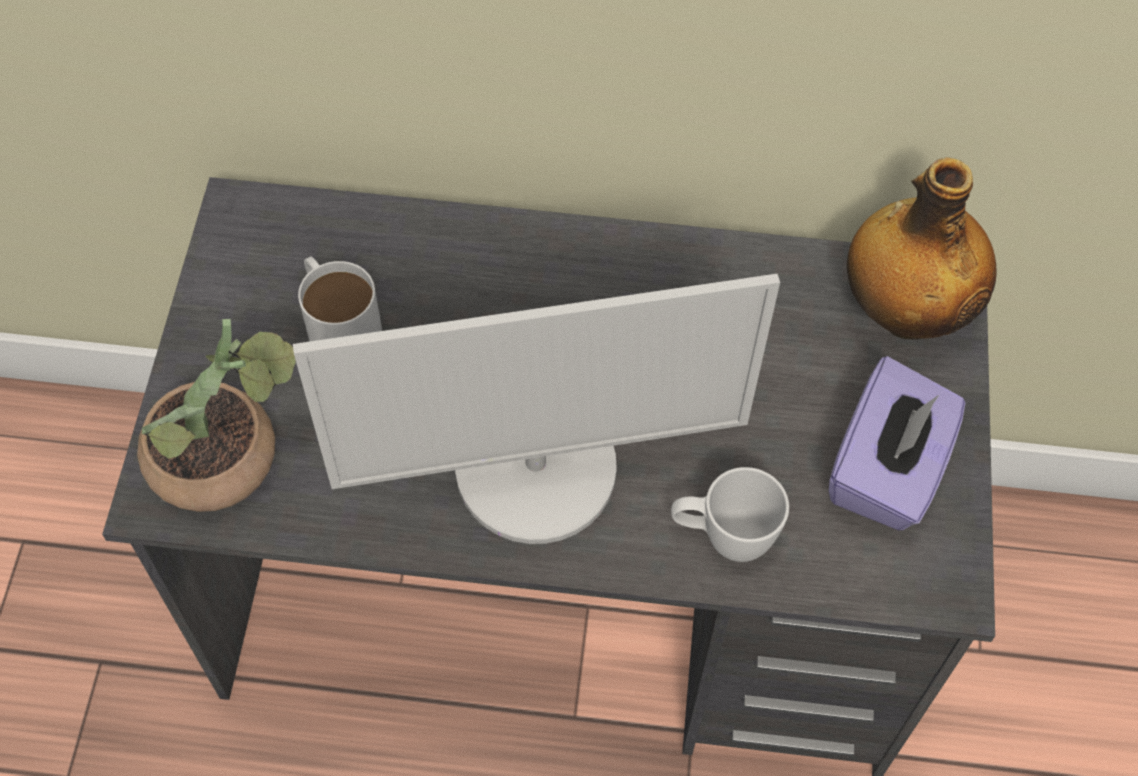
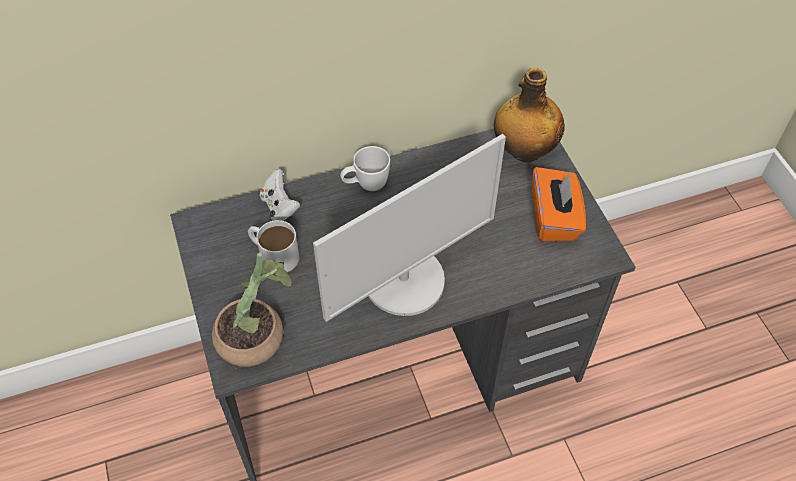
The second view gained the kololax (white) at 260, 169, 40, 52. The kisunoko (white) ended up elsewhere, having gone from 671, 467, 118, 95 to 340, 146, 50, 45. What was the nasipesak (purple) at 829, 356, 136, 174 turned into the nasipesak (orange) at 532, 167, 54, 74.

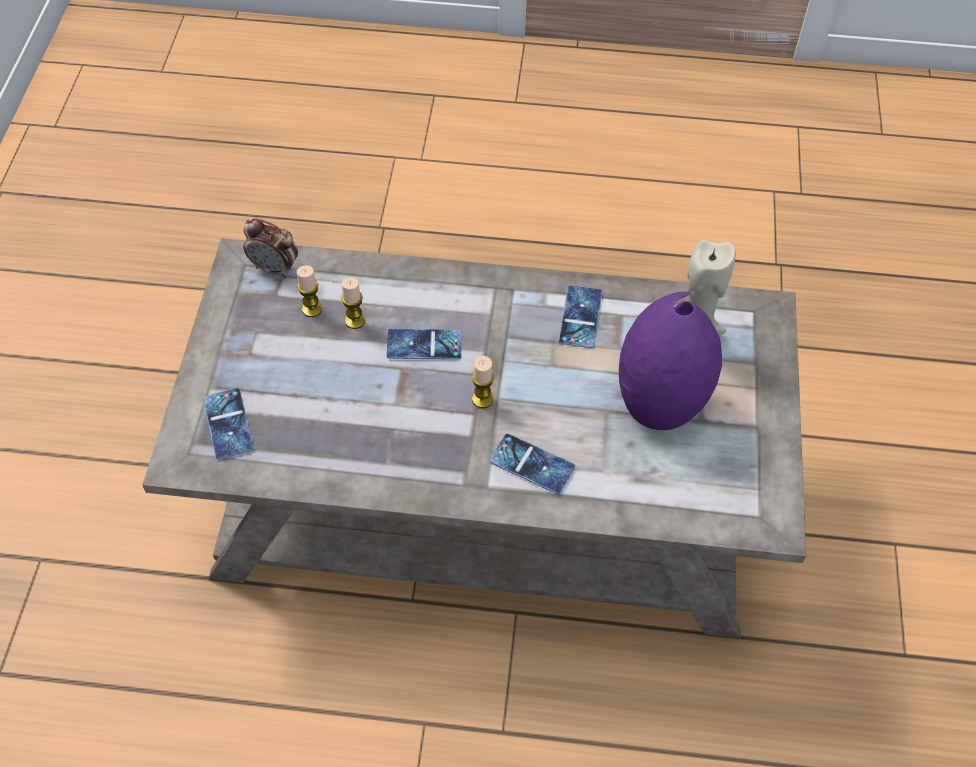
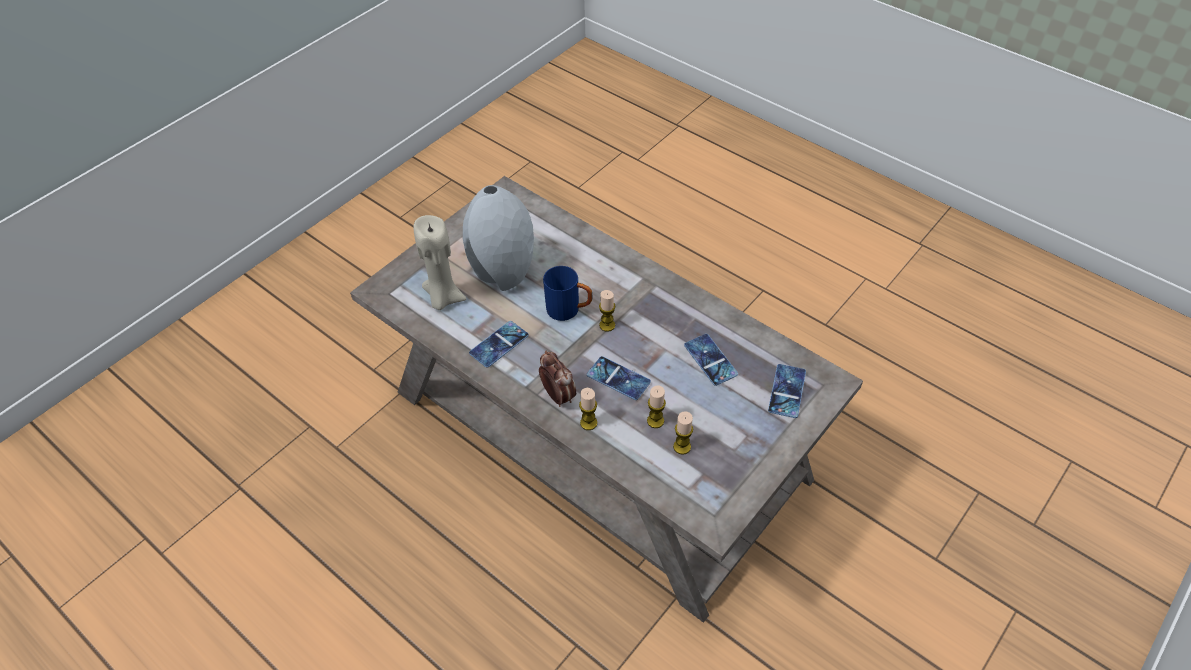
What was the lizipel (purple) at 619, 291, 103, 139 turned into the lizipel (grey) at 463, 185, 71, 106. The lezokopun ended up elsewhere, having gone from 243, 218, 55, 61 to 539, 351, 37, 56. The second view gained the kisunoko (blue) at 543, 266, 49, 55. The second view gained the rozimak at 579, 388, 18, 42. The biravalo ended up elsewhere, having gone from 489, 434, 86, 60 to 684, 334, 54, 52.

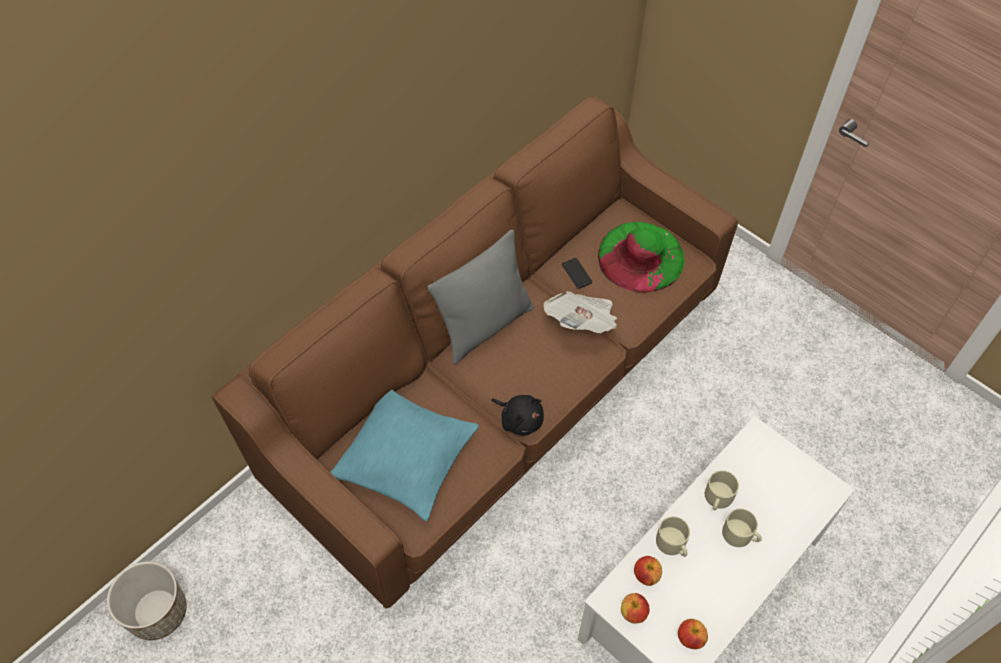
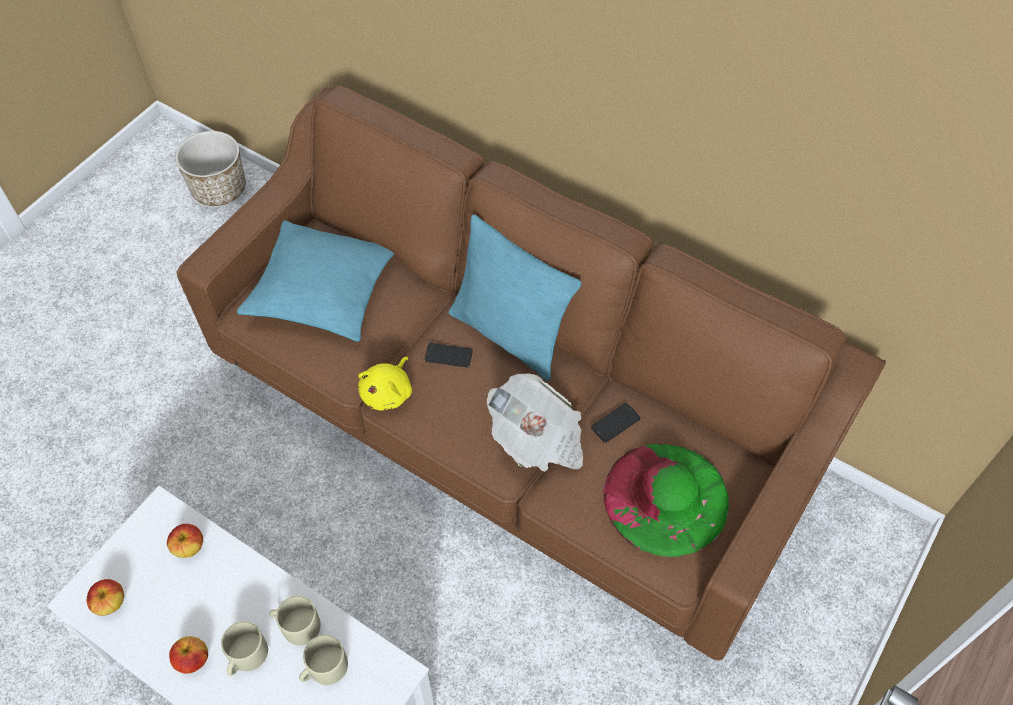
The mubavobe ended up elsewhere, having gone from 621, 593, 29, 31 to 169, 636, 39, 38. The kisunoko (beige) ended up elsewhere, having gone from 656, 516, 34, 41 to 299, 635, 49, 50. What was the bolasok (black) at 491, 395, 53, 41 turned into the bolasok (yellow) at 358, 357, 54, 54. The second view gained the biravalo at 425, 343, 48, 24. What was the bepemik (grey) at 427, 230, 107, 135 turned into the bepemik (turquoise) at 449, 214, 133, 167.

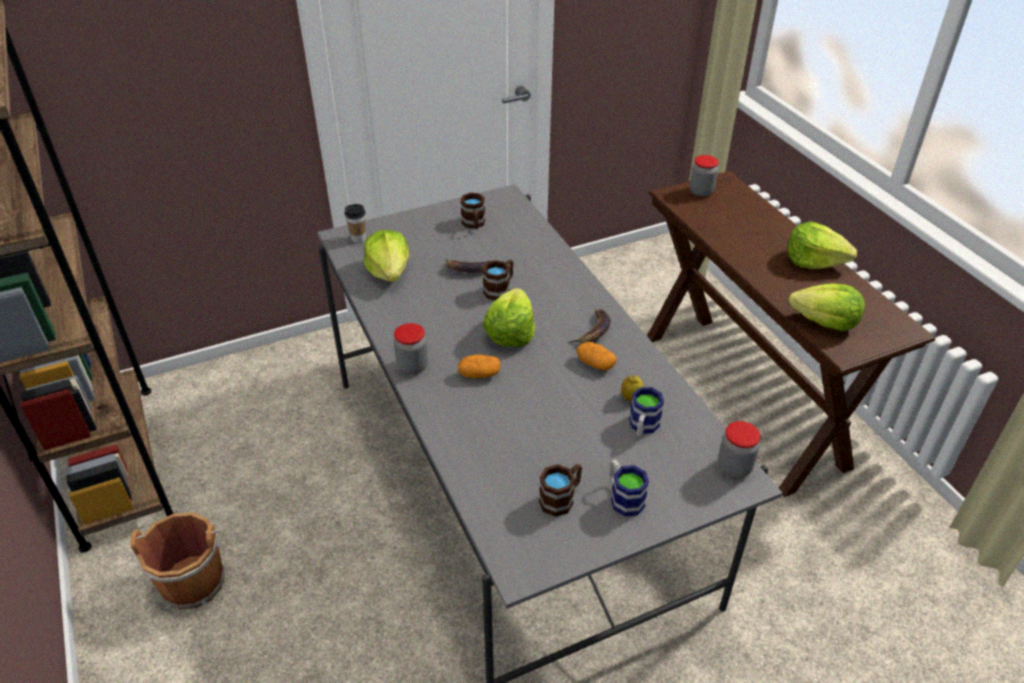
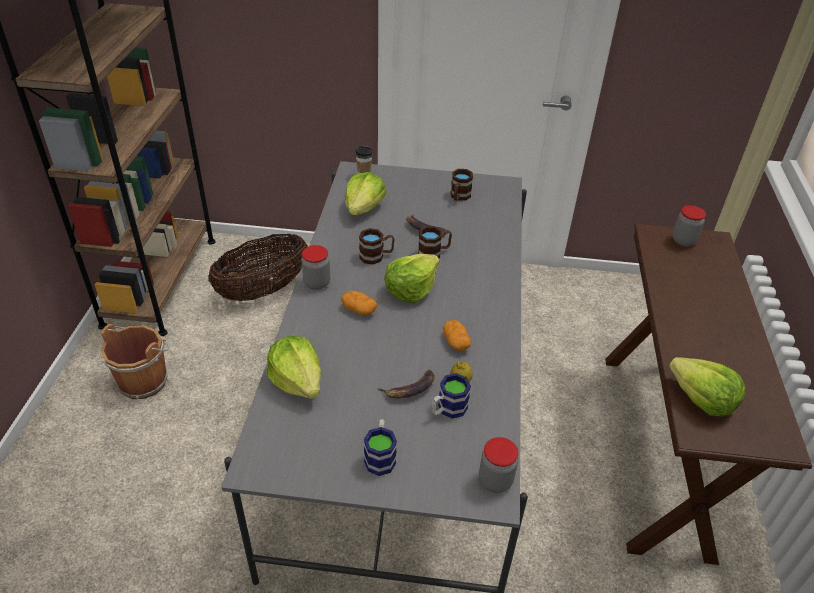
The second view gained the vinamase at 208, 233, 100, 68. The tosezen ended up elsewhere, having gone from 787, 221, 70, 48 to 267, 336, 54, 63. The kisunoko (brown) ended up elsewhere, having gone from 539, 464, 43, 53 to 359, 228, 35, 37. The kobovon ended up elsewhere, having gone from 568, 309, 43, 34 to 377, 369, 58, 29.

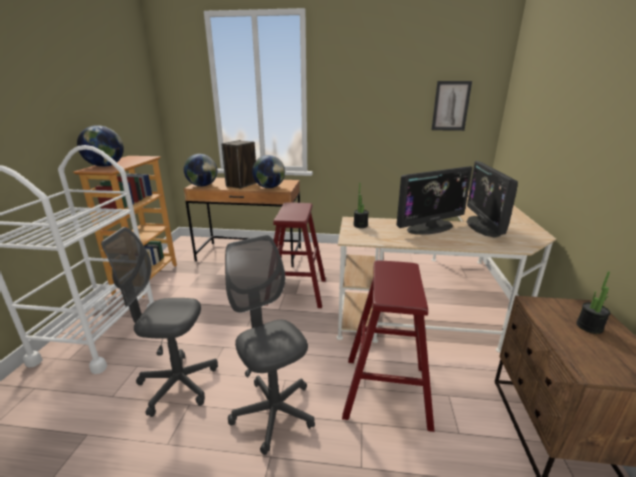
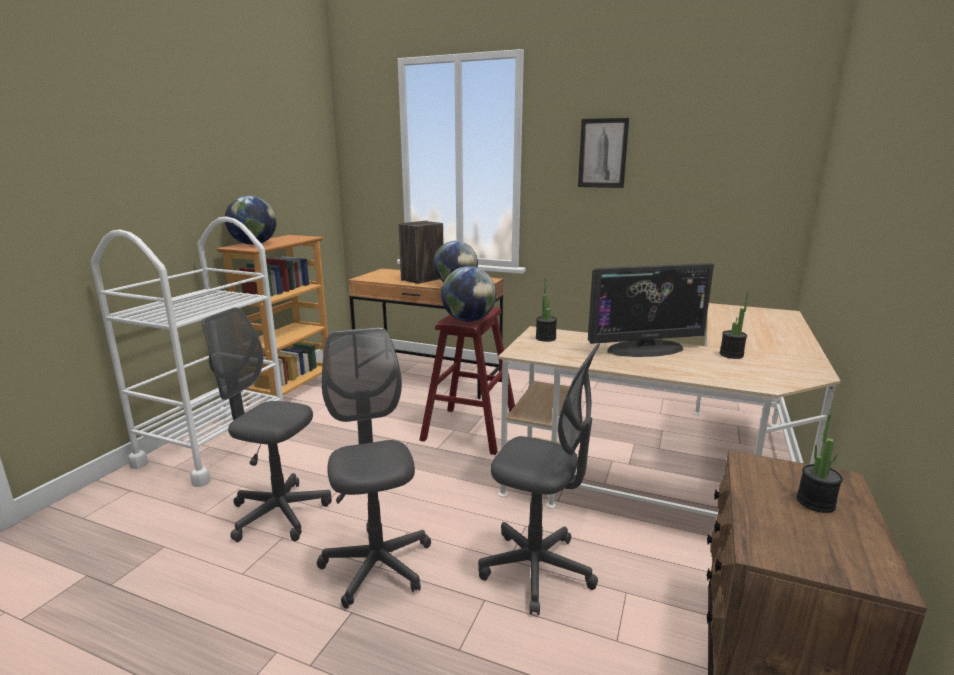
The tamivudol ended up elsewhere, having gone from 184, 154, 33, 32 to 441, 266, 55, 56. Where the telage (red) stood at 342, 261, 92, 171, the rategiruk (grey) came to stand at 478, 343, 122, 272. The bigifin ended up elsewhere, having gone from 431, 81, 41, 50 to 578, 118, 51, 70. Where the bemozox stood at 466, 161, 52, 77, the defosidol came to stand at 720, 292, 29, 67.

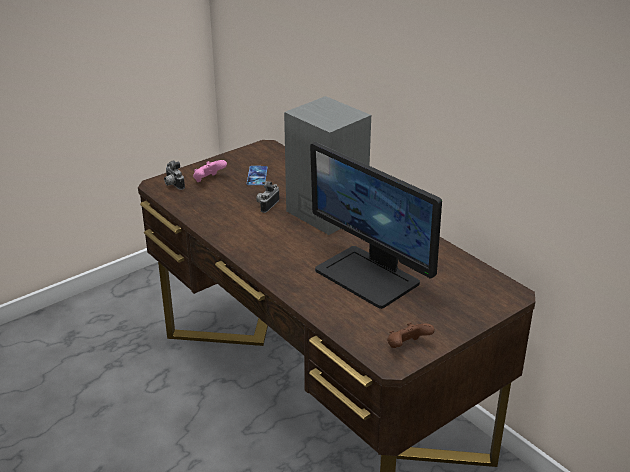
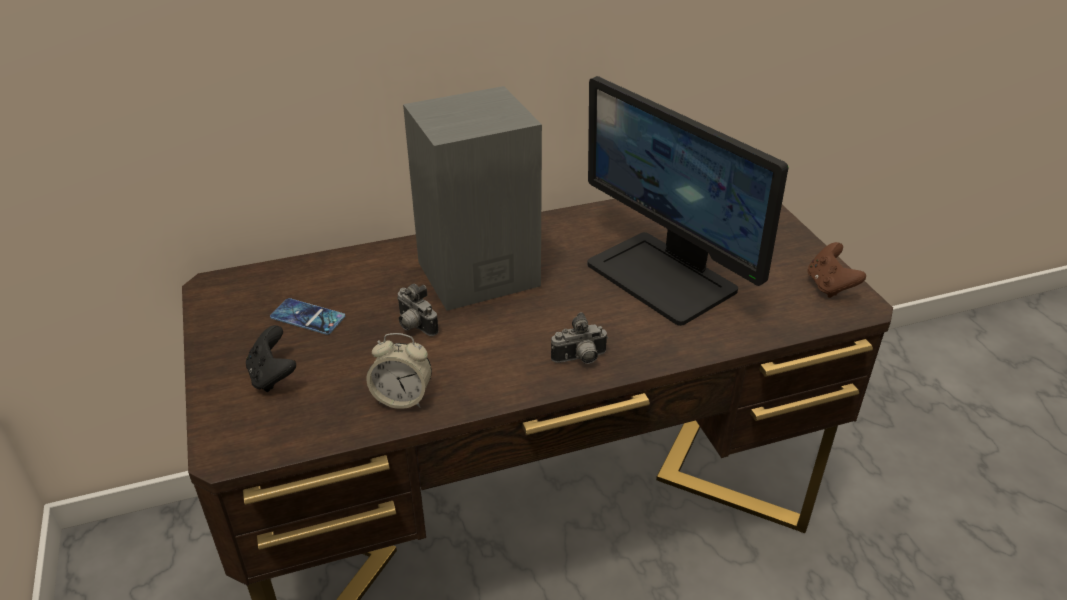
What was the kololax (pink) at 193, 160, 34, 22 turned into the kololax (black) at 246, 325, 50, 67. The second view gained the lezokopun at 366, 333, 66, 76. The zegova ended up elsewhere, having gone from 164, 160, 21, 30 to 551, 312, 57, 52. The bemozox at 310, 142, 132, 167 ended up facing another way, 75 degrees clockwise from before.

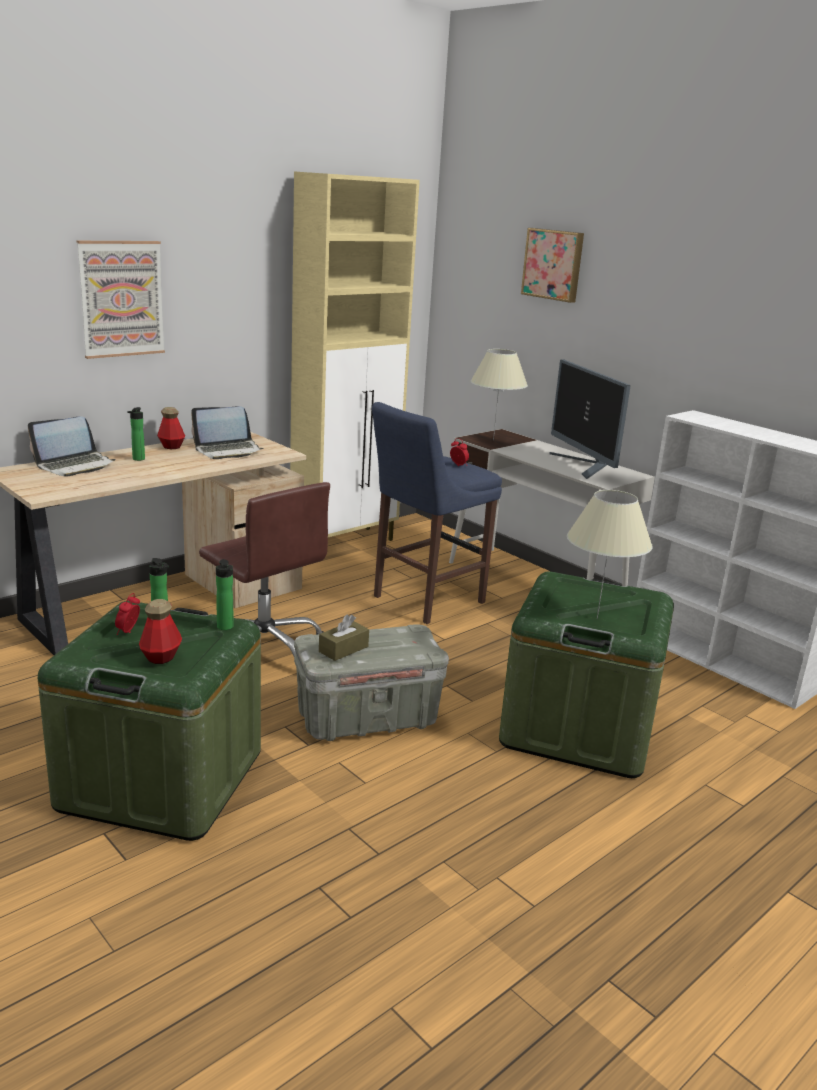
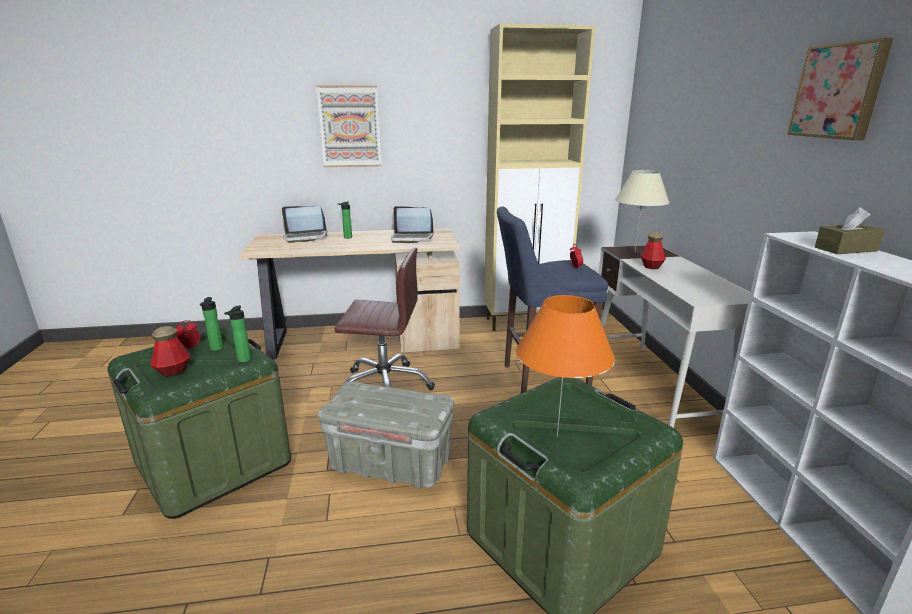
The rategiruk (brown) at 199, 482, 131, 175 ended up facing another way, 75 degrees counterclockwise from before. What was the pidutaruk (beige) at 567, 490, 86, 129 turned into the pidutaruk (orange) at 516, 295, 99, 142. The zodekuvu ended up elsewhere, having gone from 157, 407, 28, 42 to 640, 232, 26, 37. The bigifin ended up elsewhere, having gone from 521, 228, 63, 75 to 787, 38, 106, 102. The nasipesak (brown) ended up elsewhere, having gone from 319, 614, 50, 47 to 815, 207, 70, 47. The second view lost the bemozox at 549, 359, 82, 120.

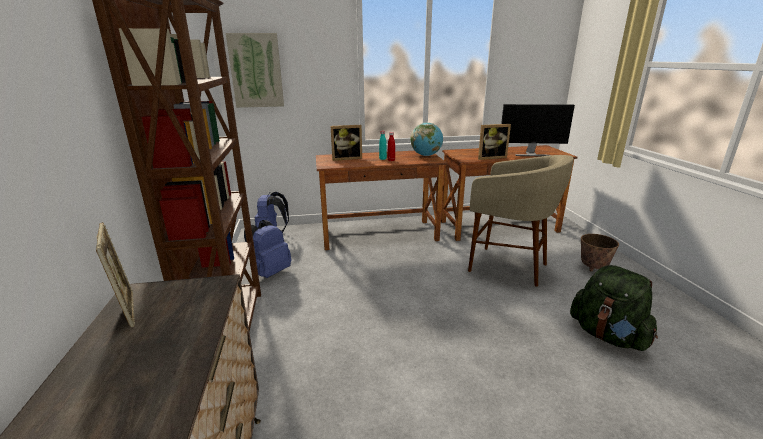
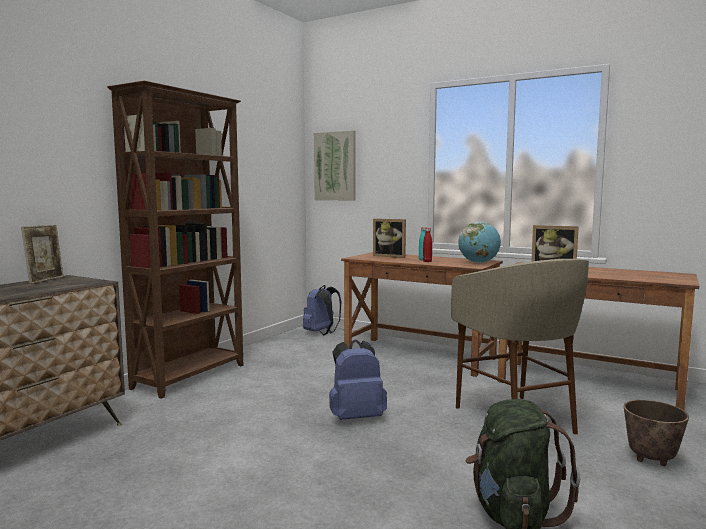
The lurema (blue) ended up elsewhere, having gone from 244, 220, 48, 58 to 329, 340, 58, 80. The second view lost the bemozox at 501, 104, 74, 52.

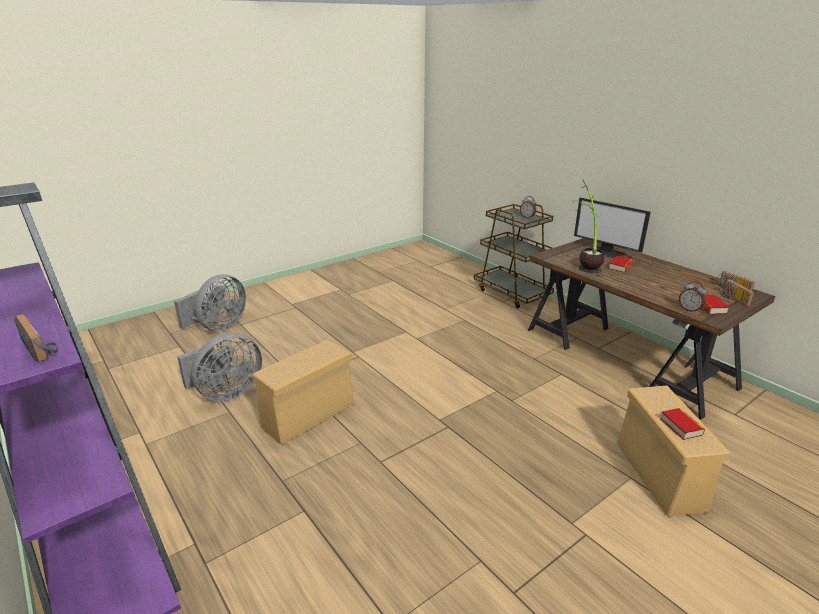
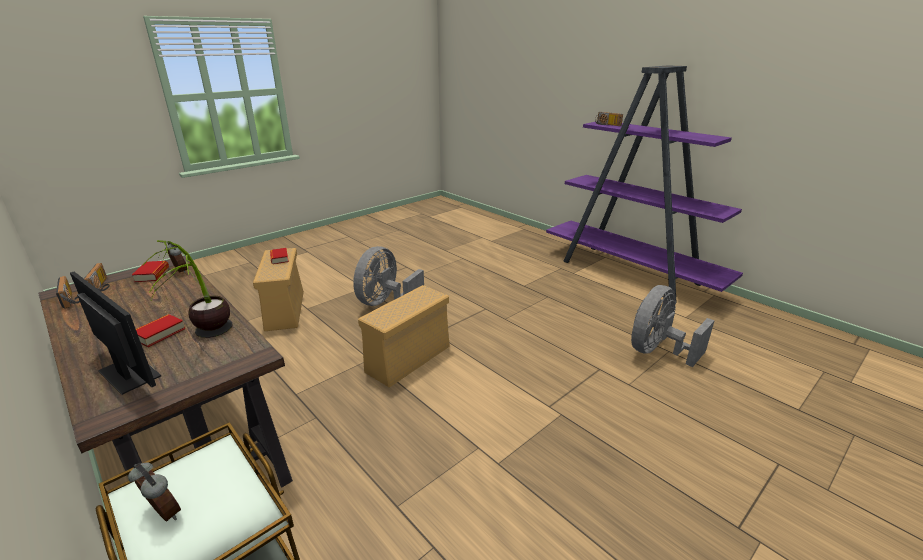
The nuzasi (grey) ended up elsewhere, having gone from 174, 274, 72, 57 to 353, 246, 71, 60. The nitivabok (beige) ended up elsewhere, having gone from 252, 340, 102, 105 to 358, 285, 92, 103.

